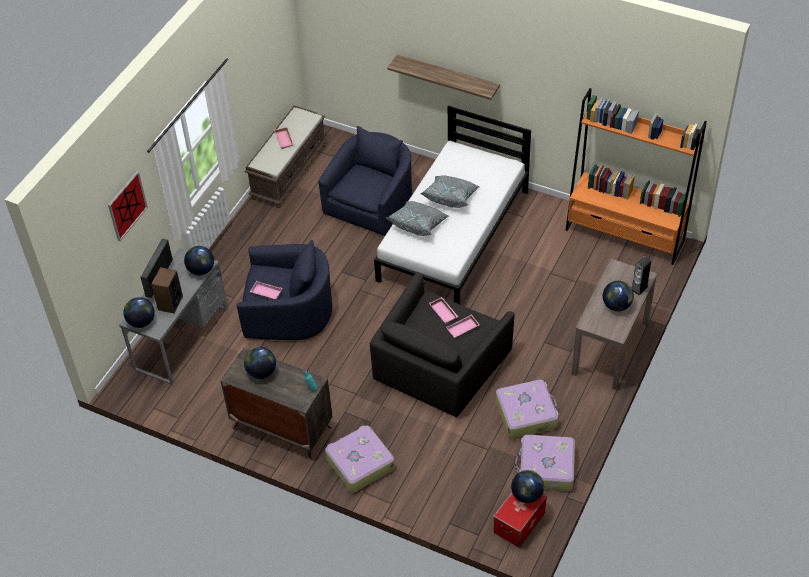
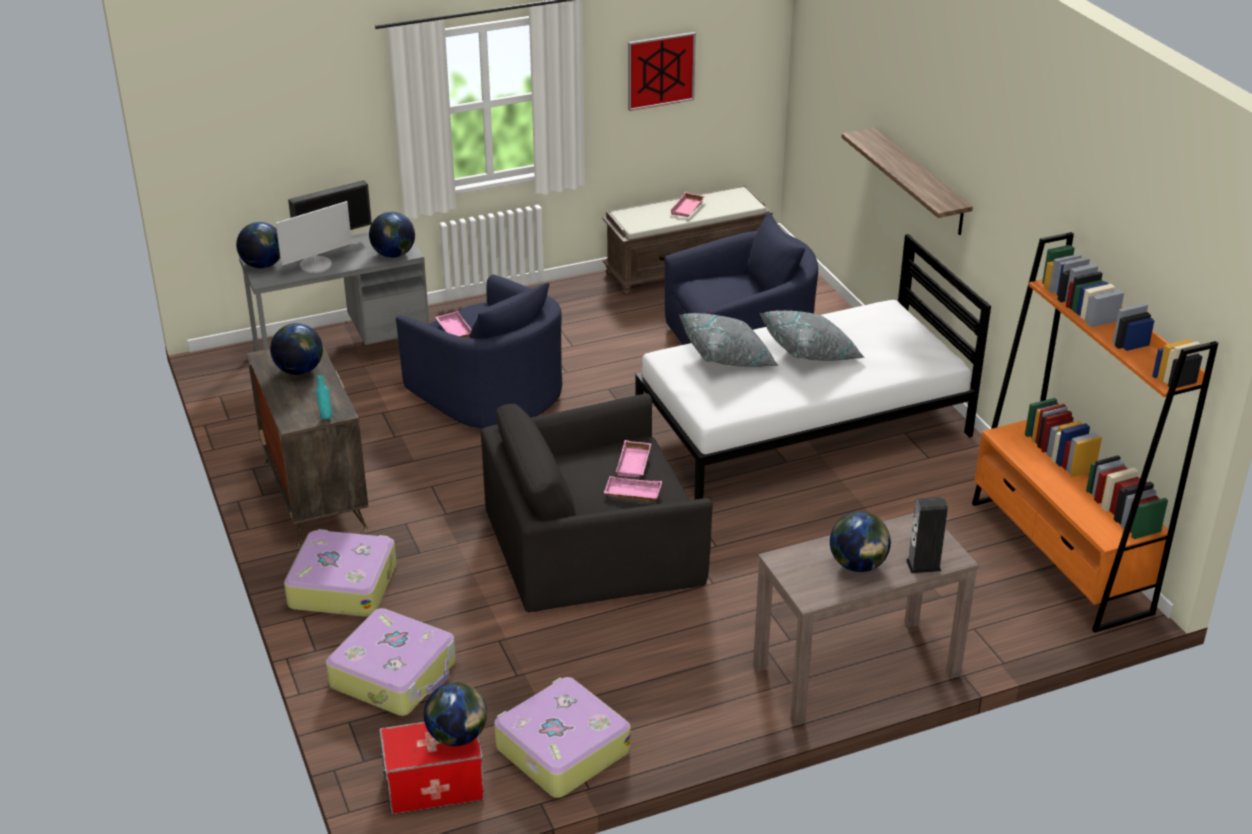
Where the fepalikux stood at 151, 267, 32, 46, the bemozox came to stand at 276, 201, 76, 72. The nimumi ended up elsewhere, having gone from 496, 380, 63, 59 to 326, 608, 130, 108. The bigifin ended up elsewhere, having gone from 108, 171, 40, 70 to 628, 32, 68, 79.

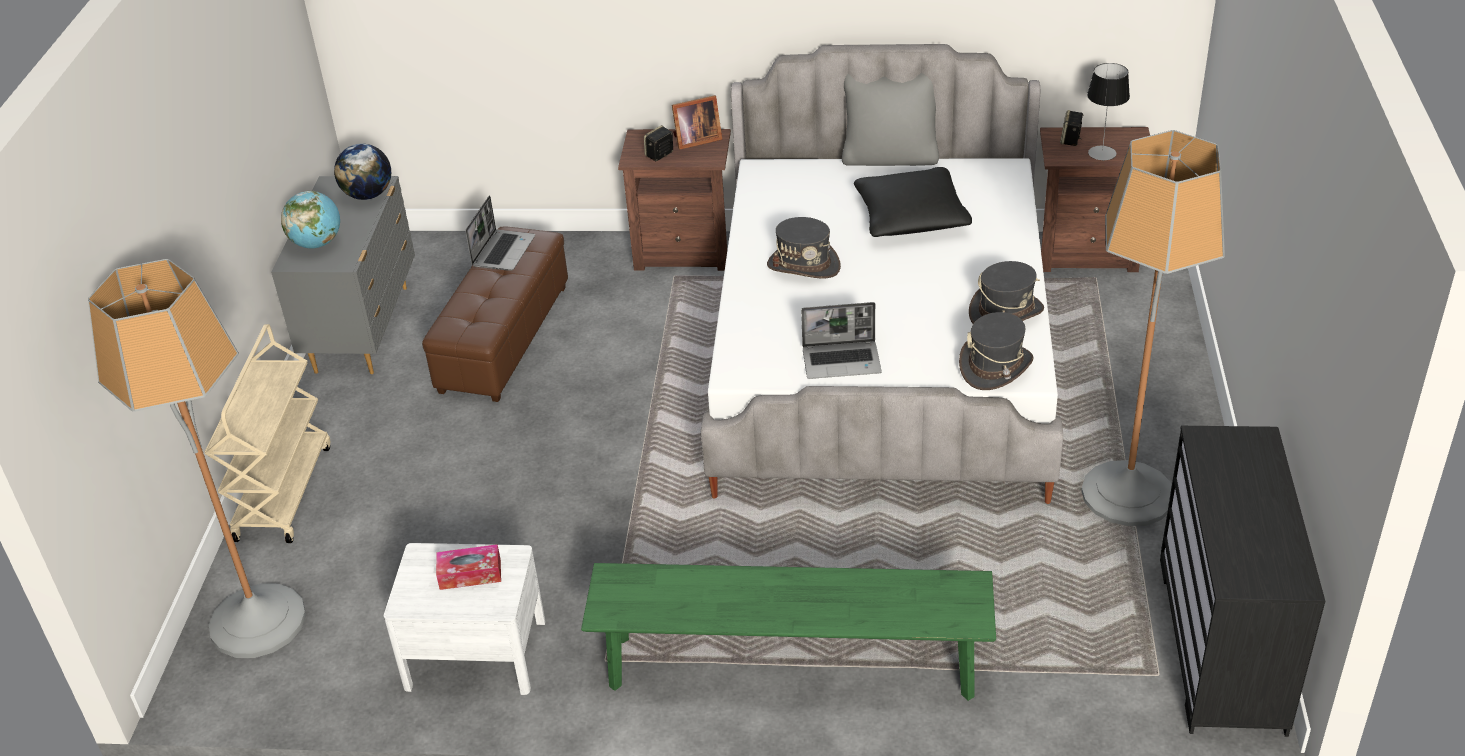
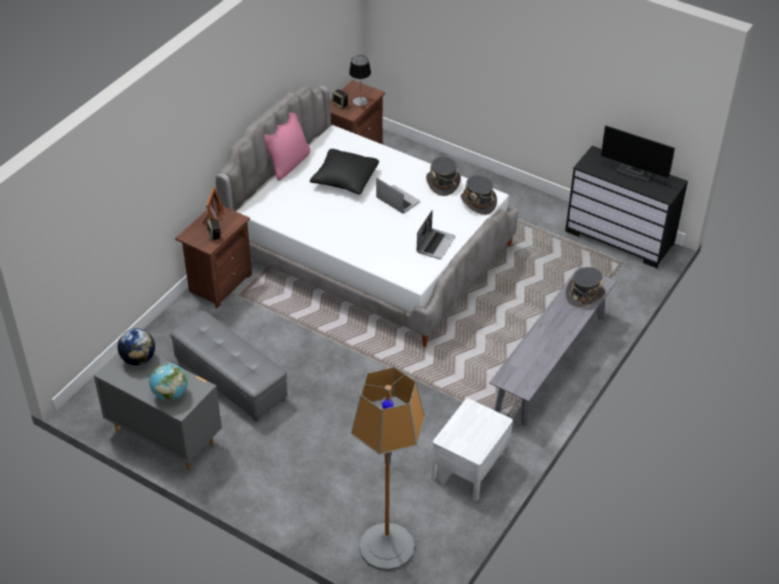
What was the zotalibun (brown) at 422, 226, 146, 176 turned into the zotalibun (grey) at 170, 311, 118, 111. What was the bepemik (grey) at 842, 73, 97, 93 turned into the bepemik (pink) at 265, 113, 45, 68. The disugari ended up elsewhere, having gone from 466, 195, 69, 76 to 376, 178, 44, 36. What was the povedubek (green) at 581, 563, 415, 138 turned into the povedubek (grey) at 489, 266, 128, 160. The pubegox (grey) ended up elsewhere, having gone from 767, 217, 74, 62 to 566, 267, 39, 40. The second view gained the bemozox at 601, 125, 74, 57. The second view lost the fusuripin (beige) at 205, 324, 125, 219. The second view lost the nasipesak at 436, 544, 65, 46. The second view lost the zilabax at 1081, 130, 144, 396.

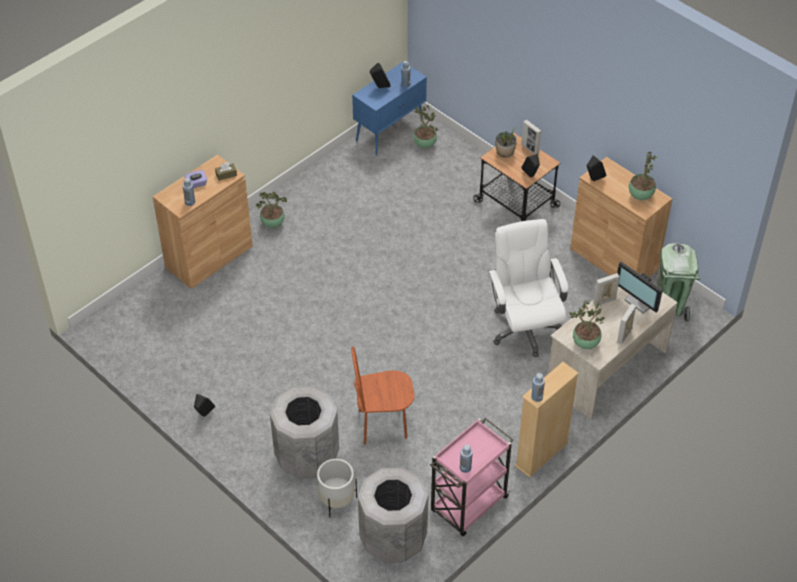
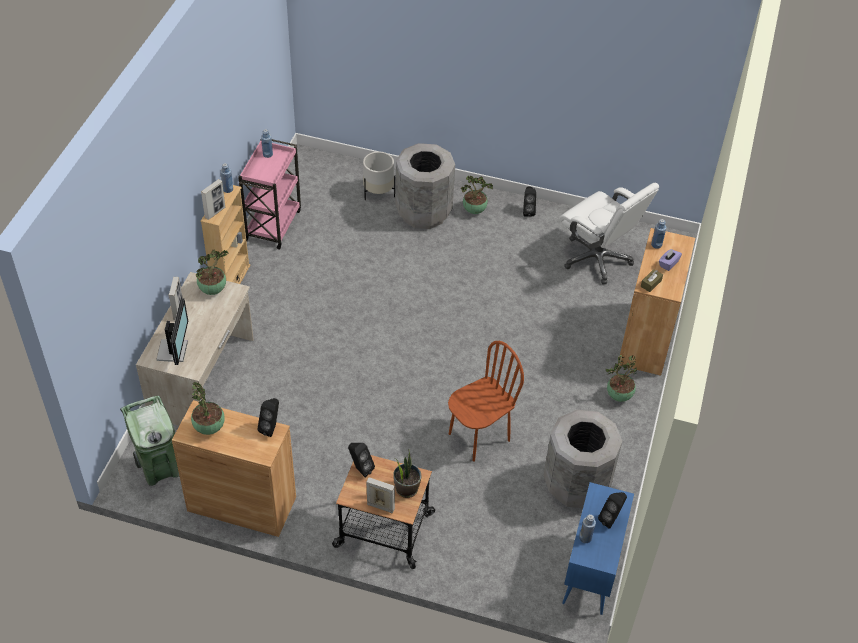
The bemozox at 617, 261, 46, 53 ended up facing another way, 75 degrees clockwise from before. The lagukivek ended up elsewhere, having gone from 593, 273, 27, 32 to 201, 179, 24, 41. The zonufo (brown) ended up elsewhere, having gone from 351, 346, 63, 99 to 448, 341, 76, 121. The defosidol ended up elsewhere, having gone from 413, 105, 26, 44 to 460, 176, 33, 38. The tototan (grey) ended up elsewhere, having gone from 358, 468, 70, 95 to 544, 410, 78, 98. The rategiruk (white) ended up elsewhere, having gone from 489, 219, 79, 138 to 559, 183, 100, 101.

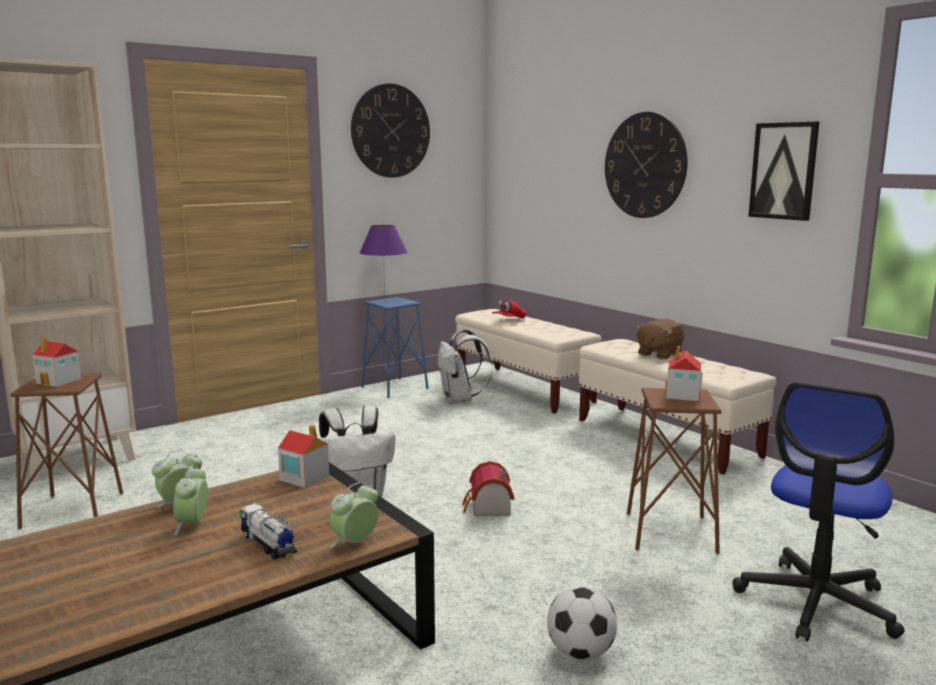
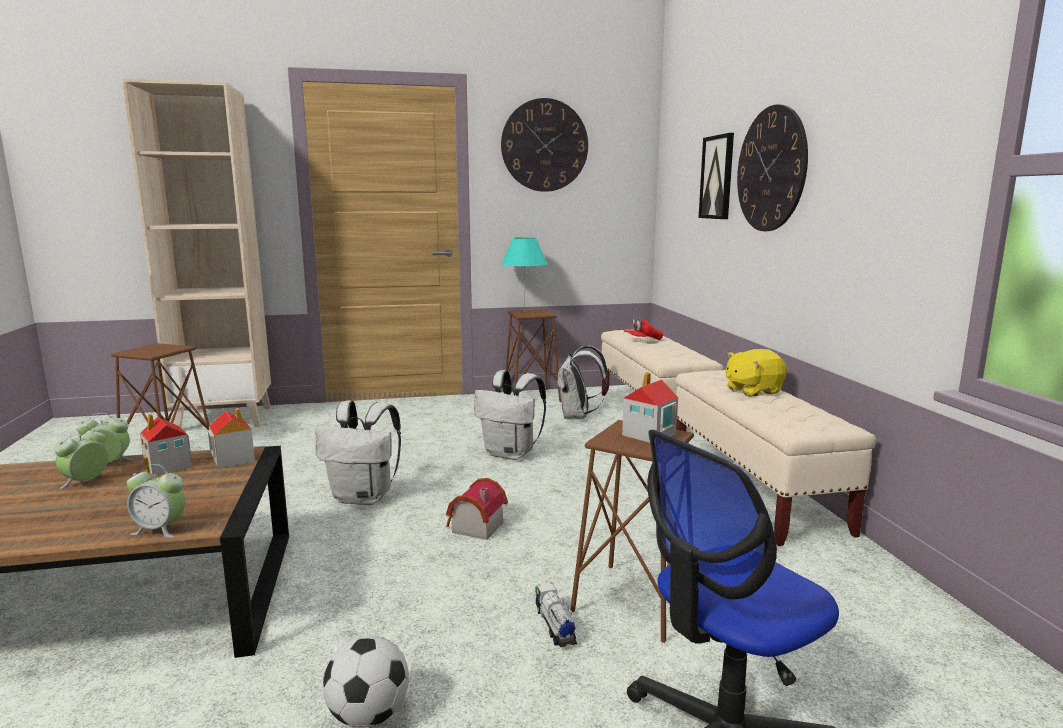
The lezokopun at 330, 482, 49, 66 ended up facing another way, 150 degrees counterclockwise from before. The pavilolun ended up elsewhere, having gone from 32, 337, 50, 50 to 140, 414, 51, 62. The second view gained the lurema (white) at 474, 370, 72, 90. What was the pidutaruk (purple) at 360, 225, 47, 76 turned into the pidutaruk (turquoise) at 502, 237, 46, 75. What was the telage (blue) at 361, 297, 68, 101 turned into the telage (brown) at 503, 309, 58, 93. The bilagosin ended up elsewhere, having gone from 240, 503, 58, 56 to 535, 582, 42, 65. The bigifin ended up elsewhere, having gone from 748, 122, 71, 99 to 698, 133, 36, 86. What was the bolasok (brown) at 636, 319, 48, 41 turned into the bolasok (yellow) at 726, 349, 61, 48.

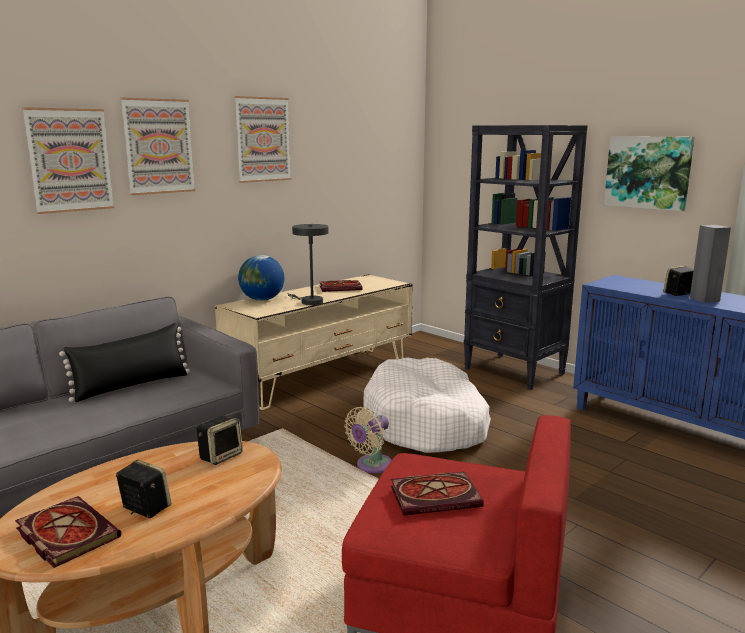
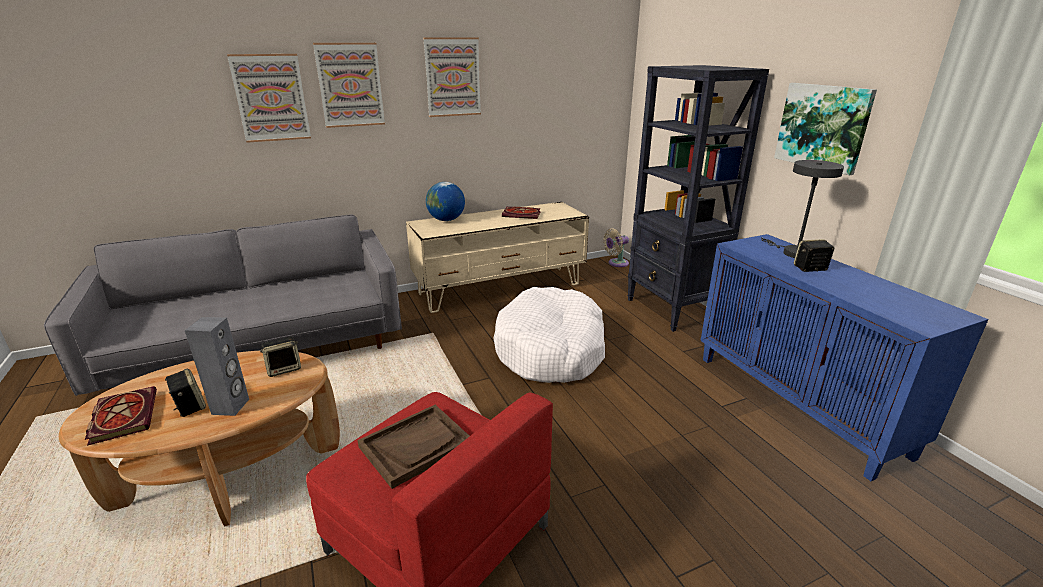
The fepalikux (grey) ended up elsewhere, having gone from 690, 225, 41, 78 to 185, 317, 64, 99. Where the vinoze stood at 391, 472, 93, 44, the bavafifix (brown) came to stand at 357, 405, 113, 84. The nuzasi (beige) ended up elsewhere, having gone from 344, 407, 48, 66 to 603, 229, 26, 38. The pidutaruk (grey) ended up elsewhere, having gone from 287, 224, 42, 81 to 761, 160, 83, 98. The second view lost the bepemik (black) at 59, 323, 131, 79.

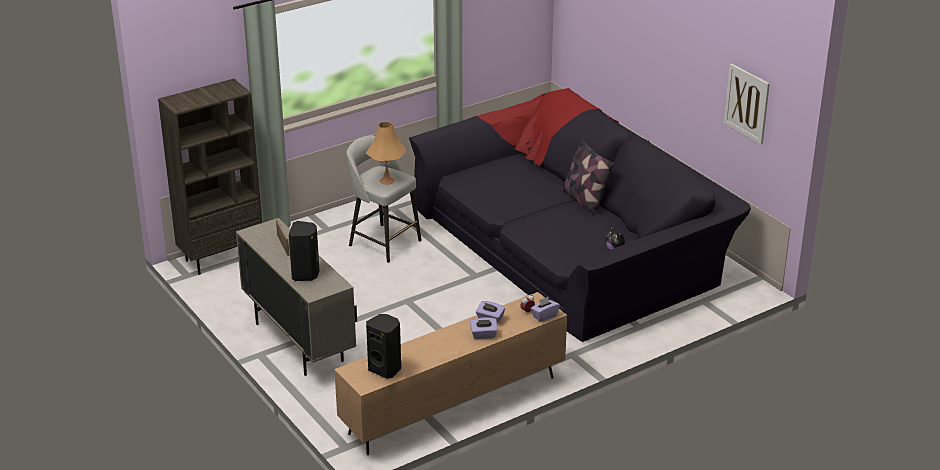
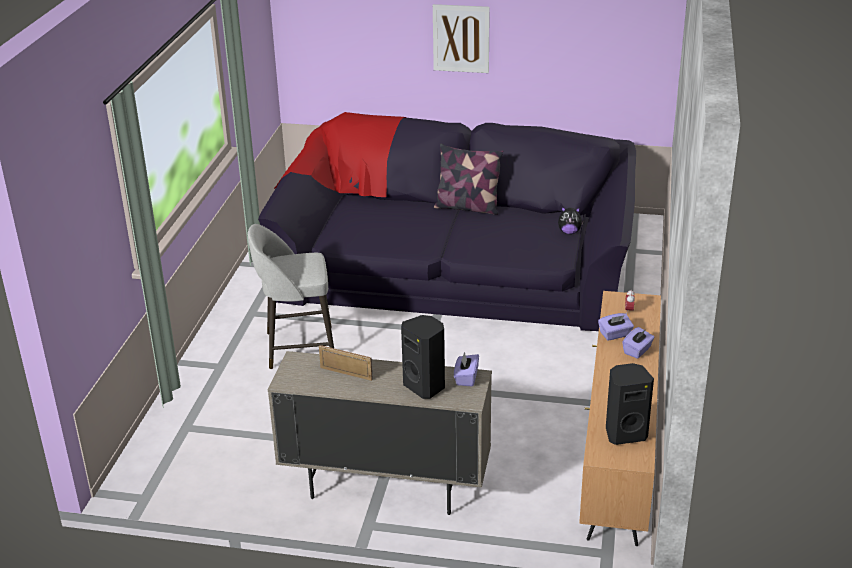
The bigifin ended up elsewhere, having gone from 724, 63, 46, 81 to 433, 4, 57, 69. The nasipesak (purple) ended up elsewhere, having gone from 530, 297, 30, 25 to 454, 352, 25, 35. The second view lost the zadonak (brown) at 158, 79, 104, 196. The second view lost the pidutaruk (orange) at 366, 122, 41, 63.

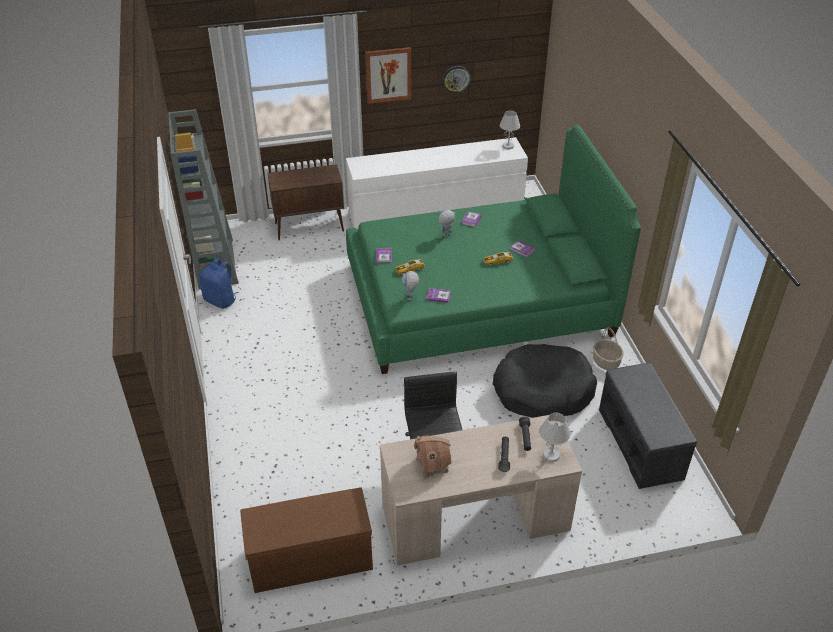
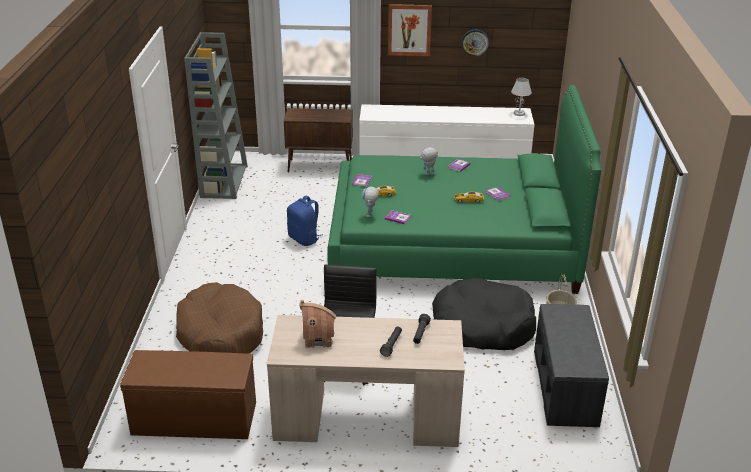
The second view gained the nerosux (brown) at 176, 282, 87, 72. The lurema (blue) ended up elsewhere, having gone from 199, 258, 40, 51 to 287, 196, 36, 50. The second view lost the pidutaruk (white) at 539, 413, 32, 49.

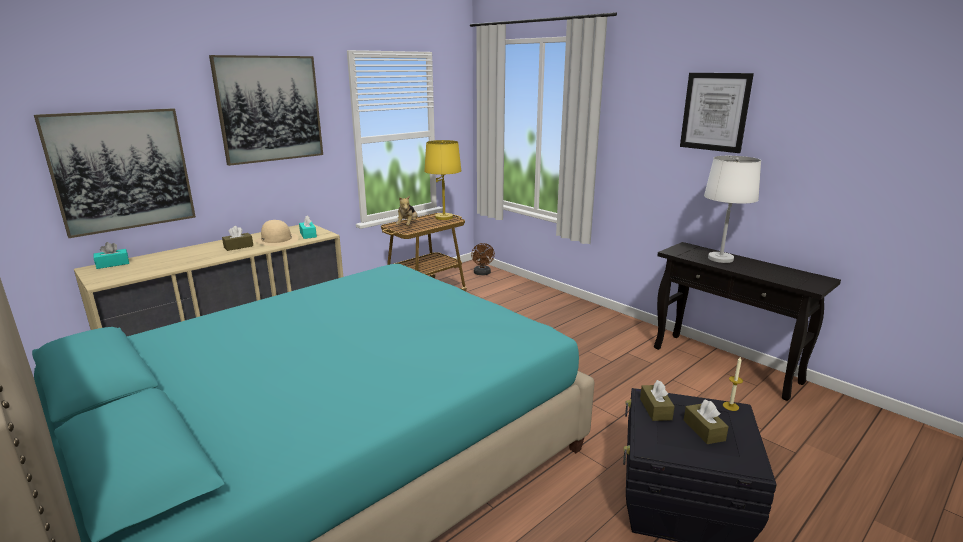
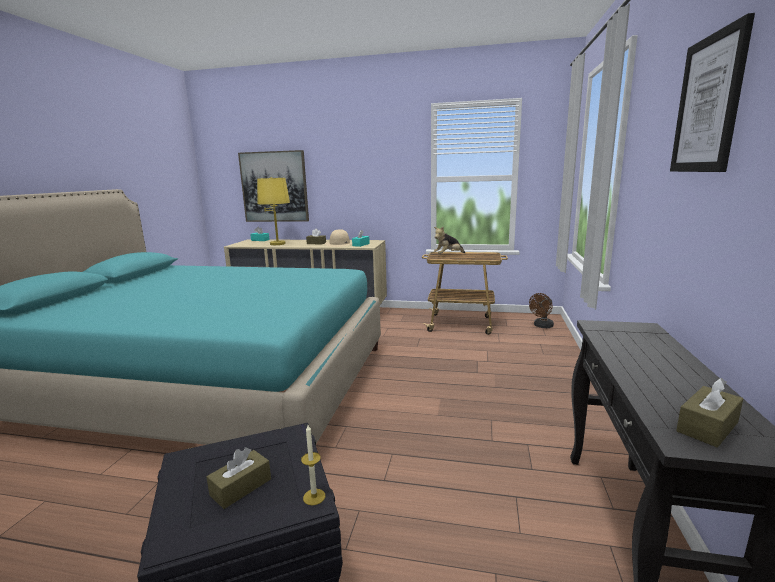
The pidutaruk (yellow) ended up elsewhere, having gone from 424, 140, 37, 80 to 257, 177, 33, 68. The nasipesak (brown) ended up elsewhere, having gone from 640, 380, 35, 41 to 676, 378, 67, 69. The second view lost the bigifin at 209, 55, 114, 111. The second view lost the pidutaruk (white) at 704, 156, 57, 107.

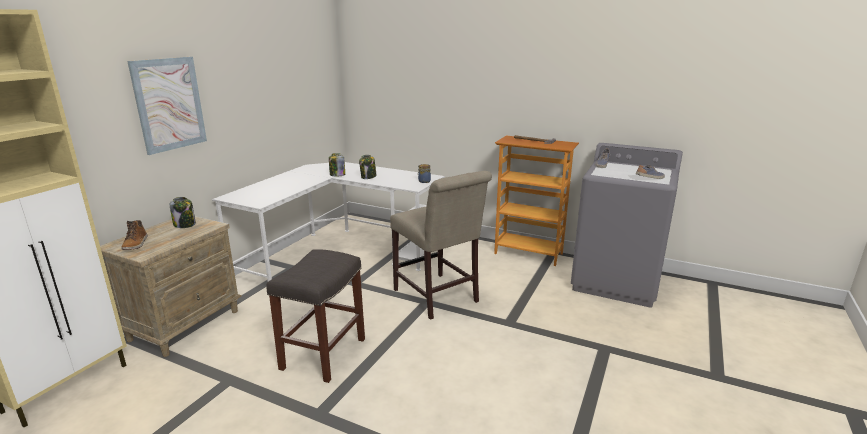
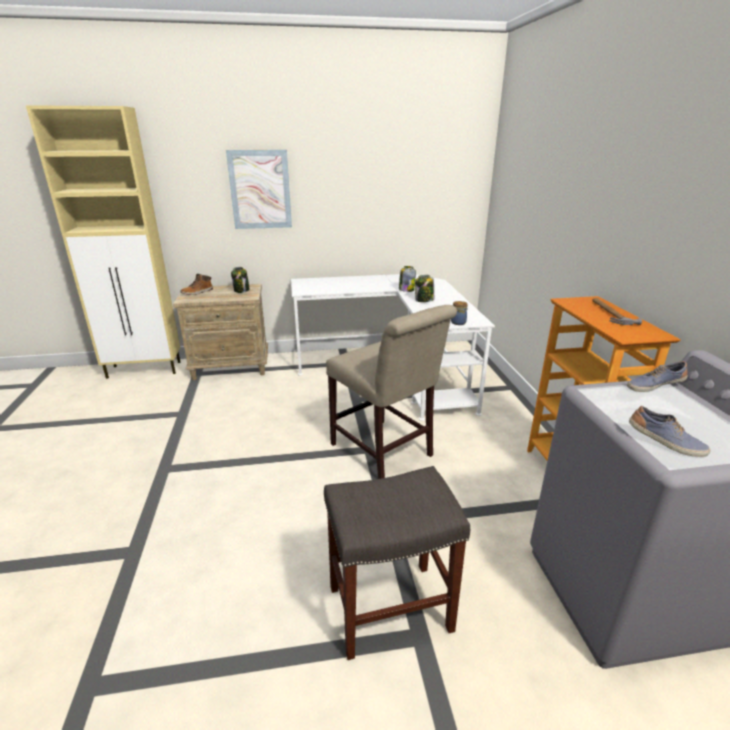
The telage (grey) ended up elsewhere, having gone from 266, 249, 99, 134 to 324, 466, 146, 194. The zonufo (beige) at 390, 171, 102, 149 ended up facing another way, 60 degrees counterclockwise from before.

